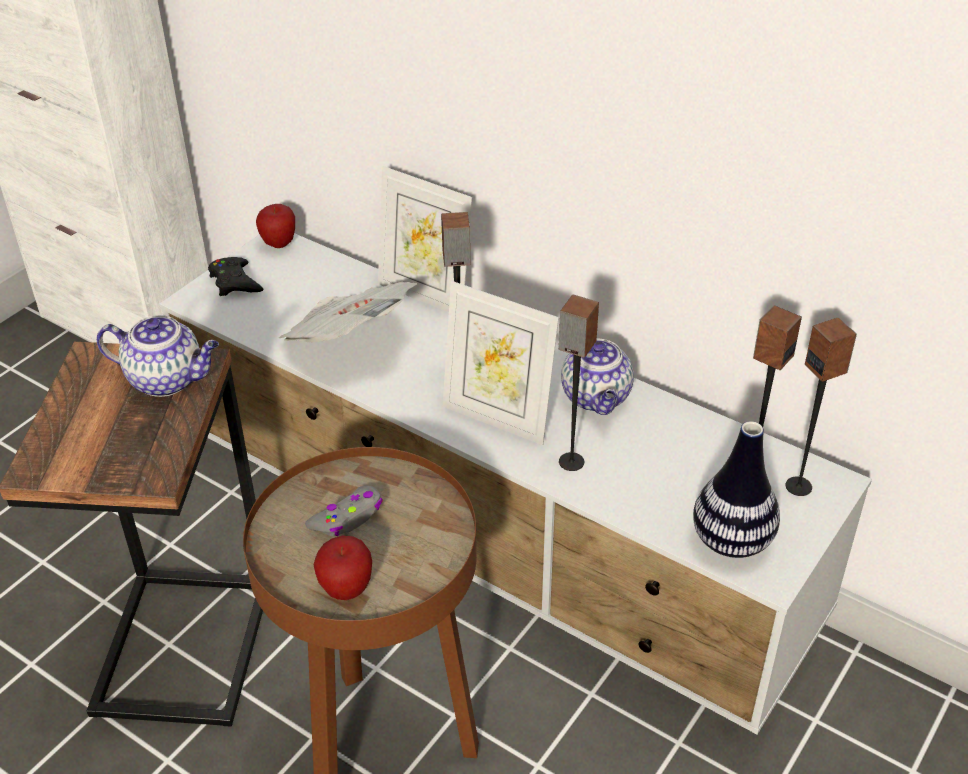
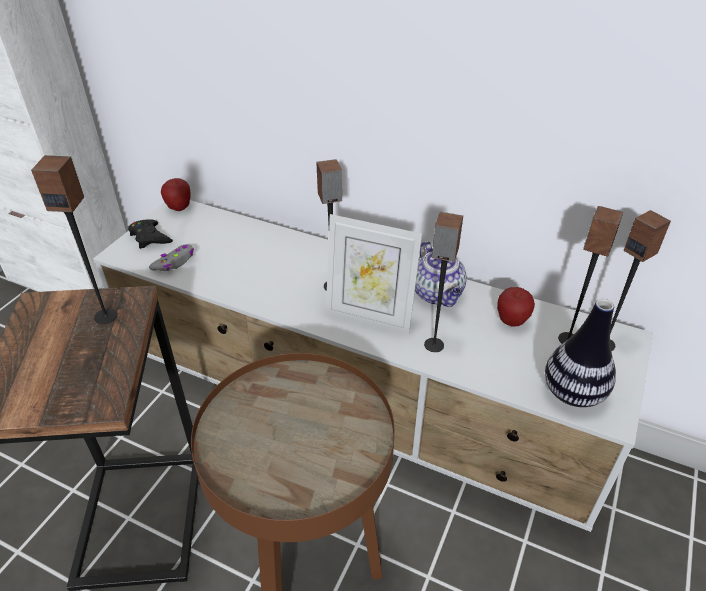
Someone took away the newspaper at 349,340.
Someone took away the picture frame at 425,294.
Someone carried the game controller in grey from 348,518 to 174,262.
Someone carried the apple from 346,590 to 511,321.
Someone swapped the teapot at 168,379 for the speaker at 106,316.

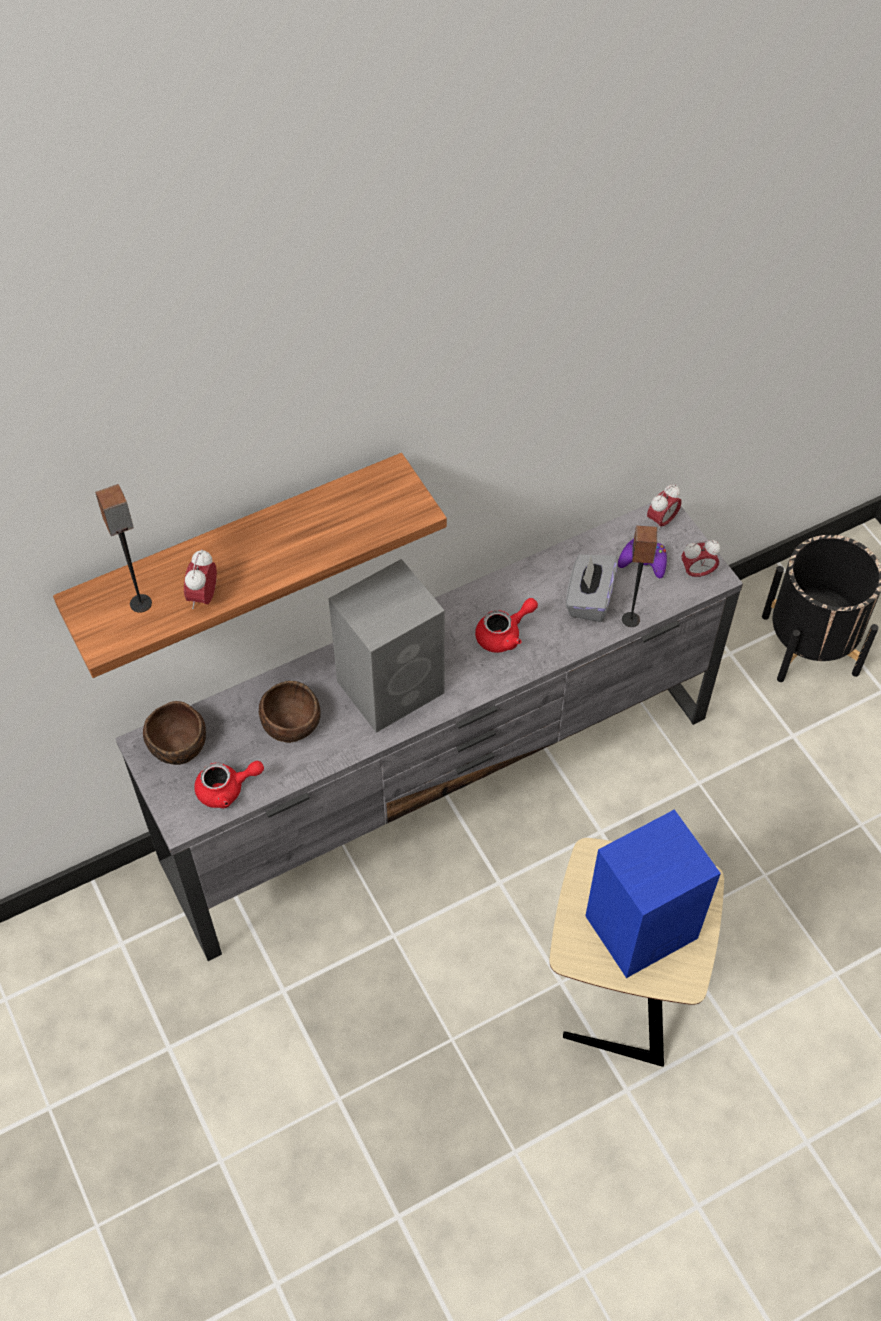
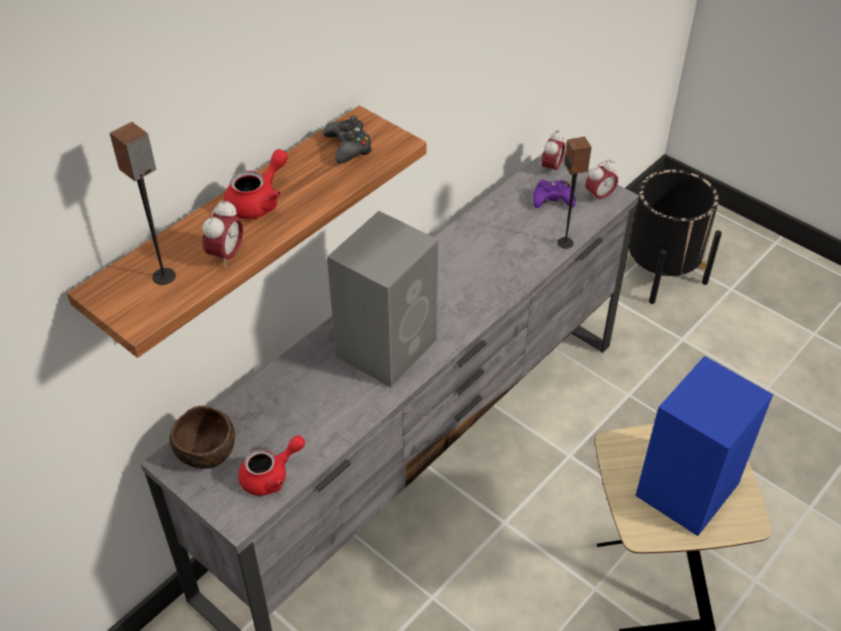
Someone took away the bowl in brown at 292,721.
Someone took away the tissue box in grey at 589,599.
Someone put down the game controller in black at 348,147.
Someone carried the teapot in red from 504,634 to 259,201.
Someone rotated the alarm clock at 203,597 by 150 degrees counterclockwise.

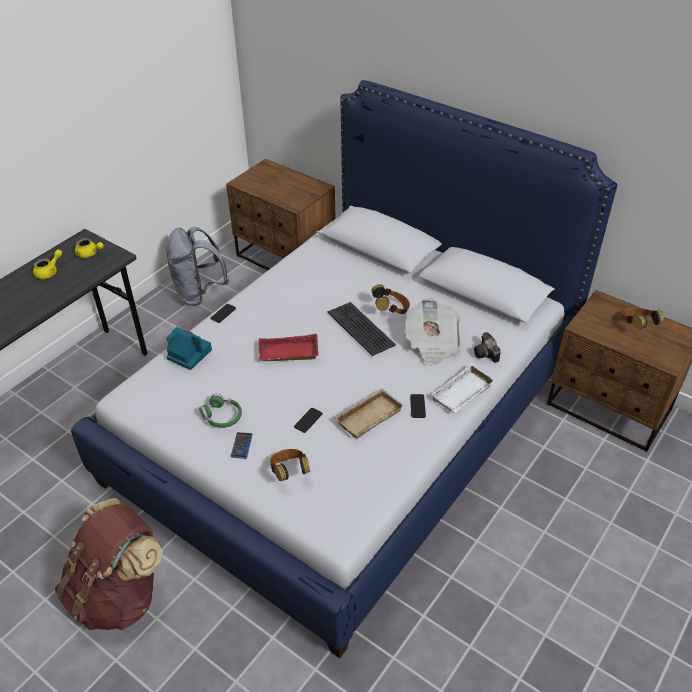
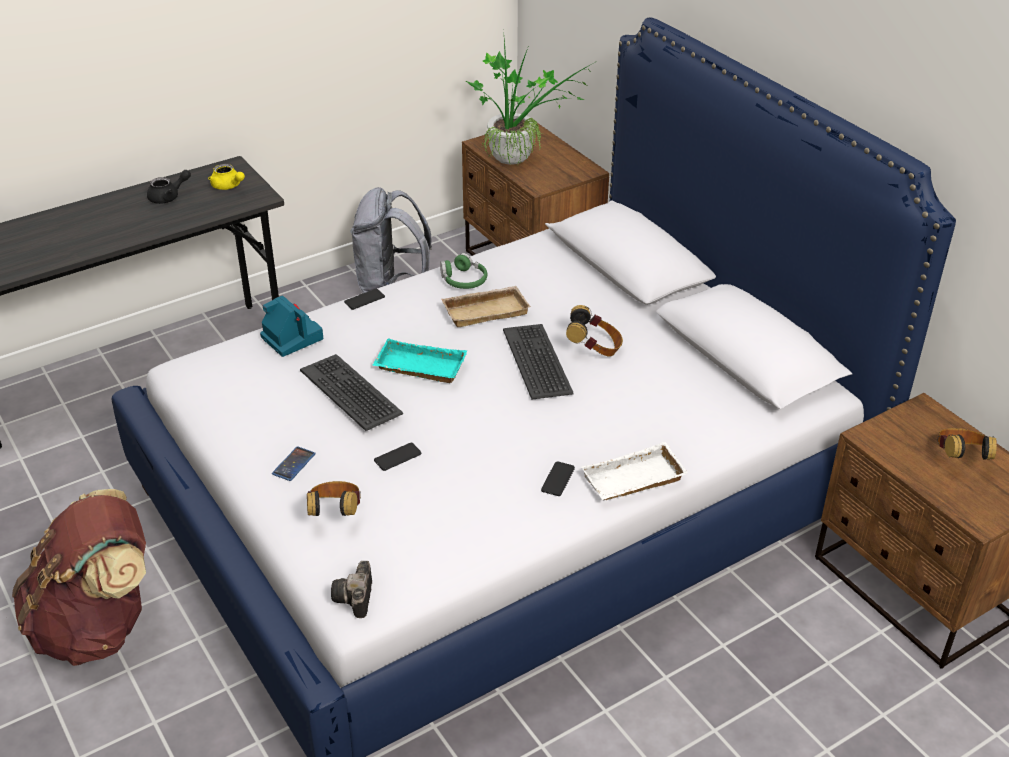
Someone took away the newspaper at 432,344.
Someone put down the keyboard at 351,392.
Someone put down the potted plant at 520,158.
Someone carried the headphones in green from 222,416 to 463,280.
Someone carried the tray in beige from 368,415 to 486,310.
Someone carried the photo camera from 486,354 to 355,599.
Someone repainted the teapot in yellow at 49,272, which became the teapot in black at 168,197.
Someone repainted the tray in red at 287,353, which became the tray in turquoise at 418,368.

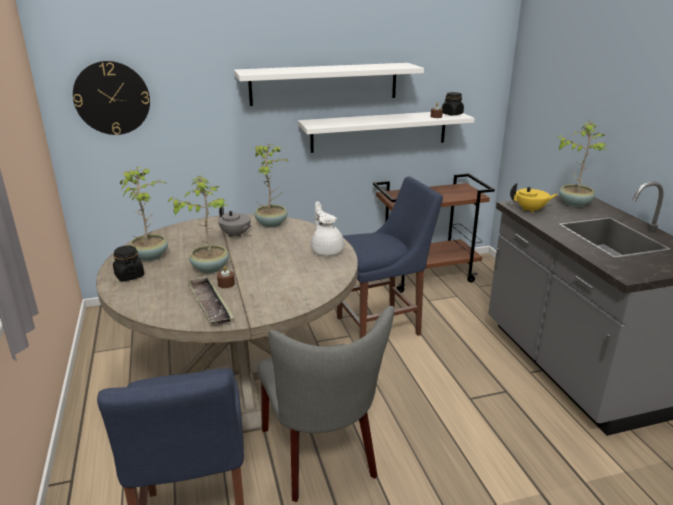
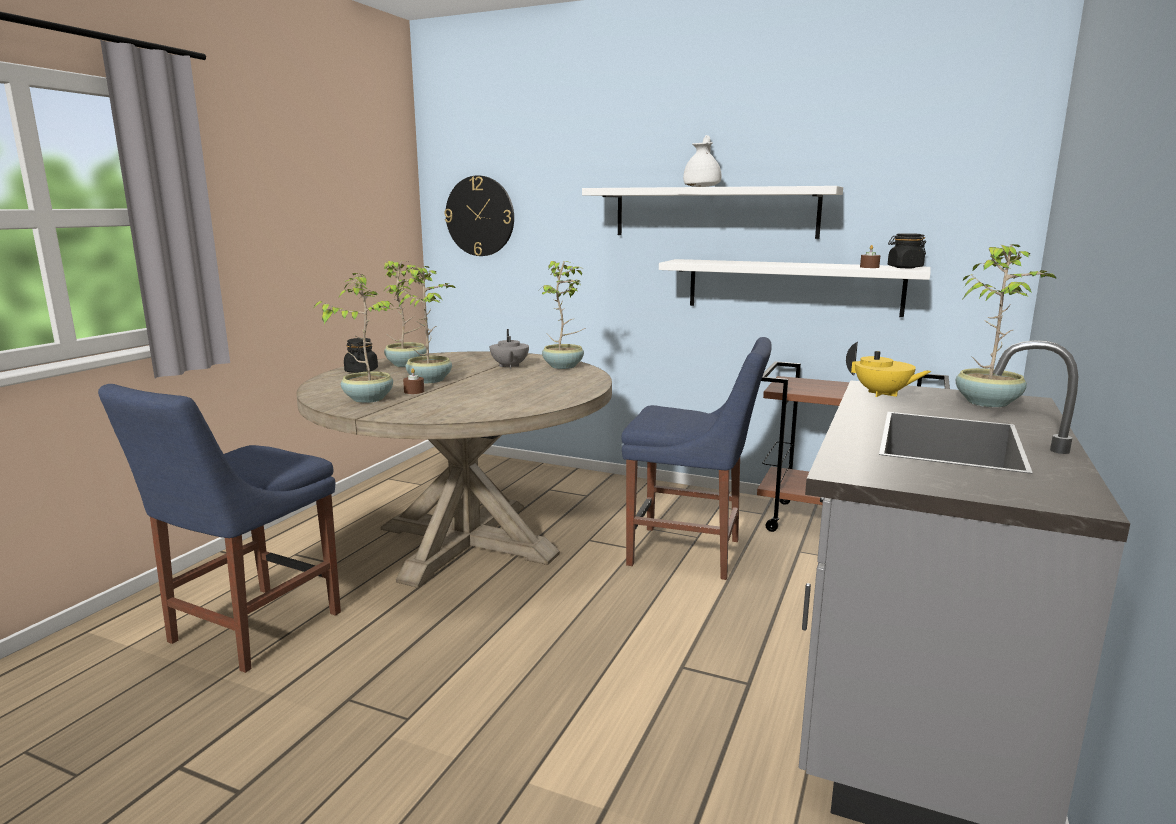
Someone took away the chair in grey at 322,457.
Someone carried the teapot in white from 327,250 to 702,187.
Someone swapped the tray at 209,304 for the potted plant at 367,399.

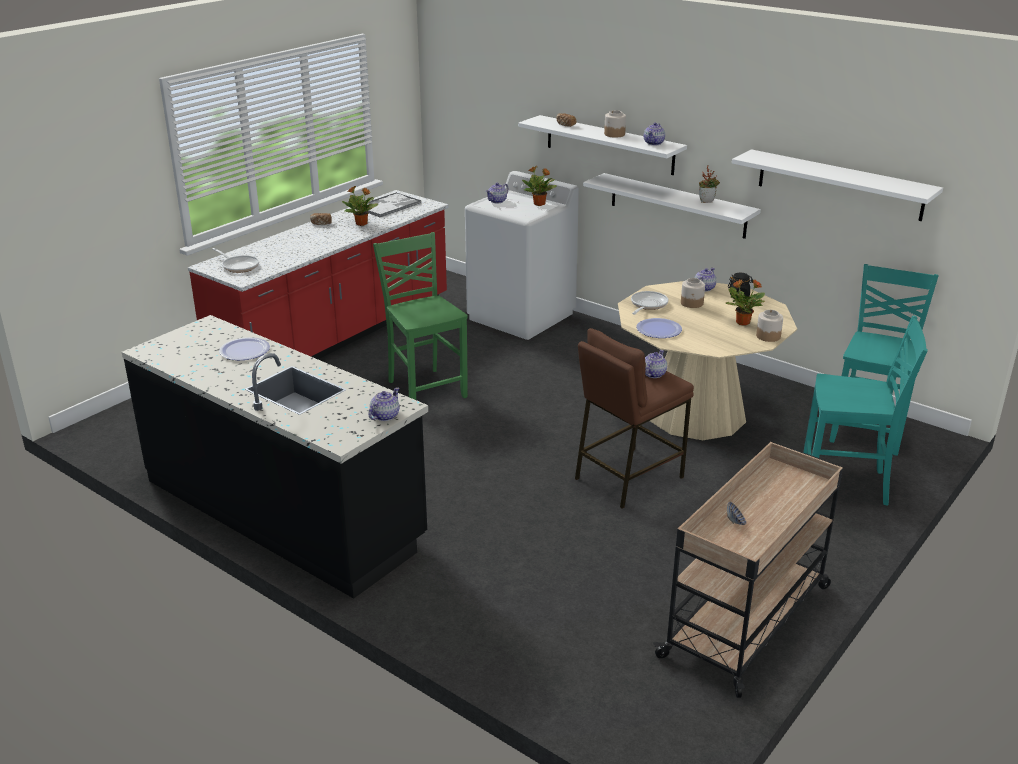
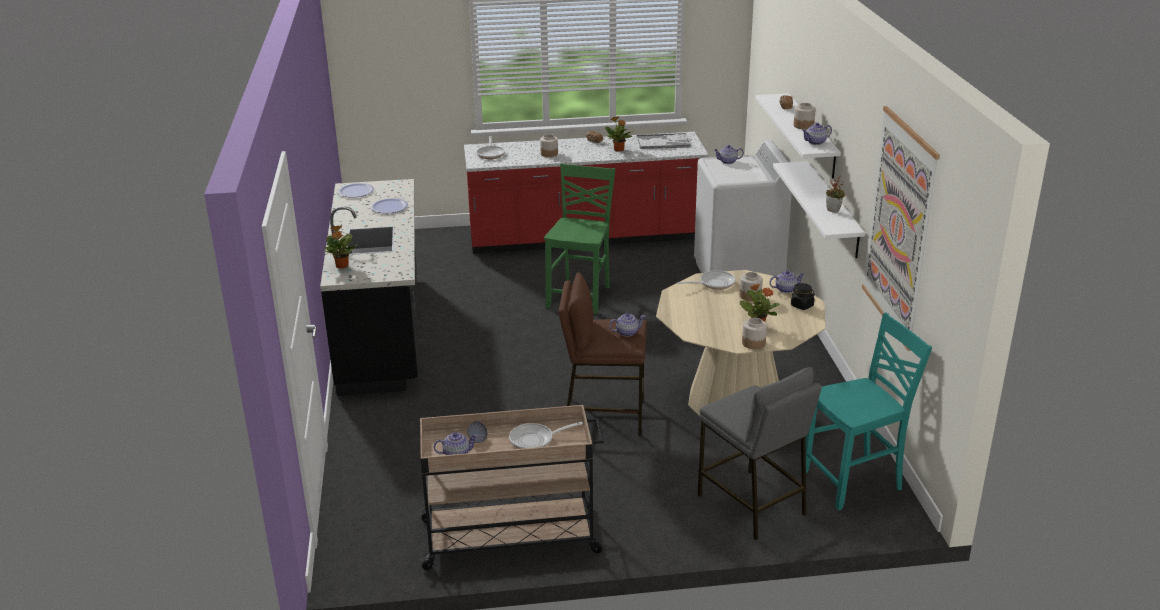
Someone put down the frying pan at 535,440.
Someone put down the jar at 549,154.
Someone carried the teapot from 384,416 to 456,454.
Someone carried the potted plant from 539,204 to 342,266.
Someone carried the plate from 659,329 to 356,191.
Someone swapped the shelf in white at 839,185 for the picture at 899,227.
Someone swapped the chair in turquoise at 846,484 for the stool in grey at 751,505.

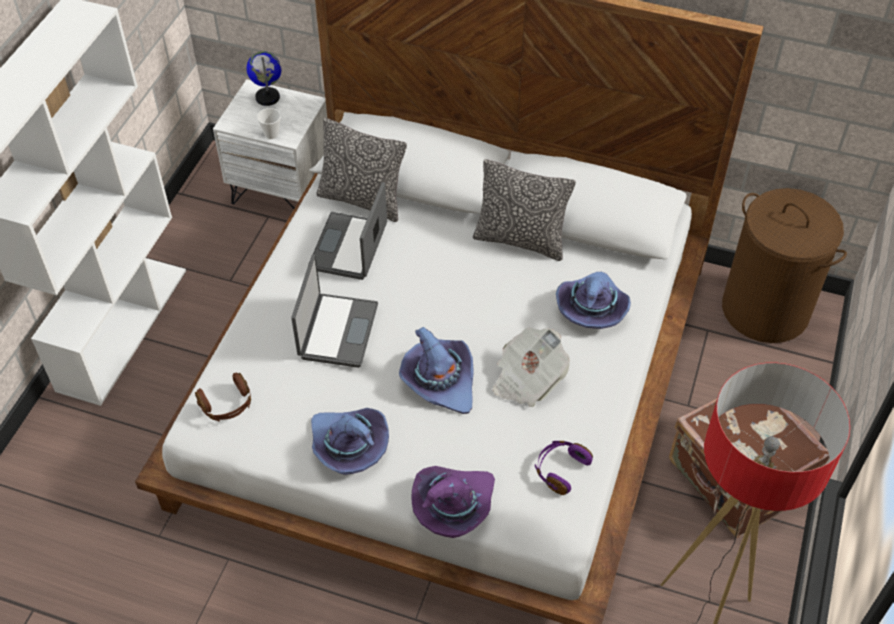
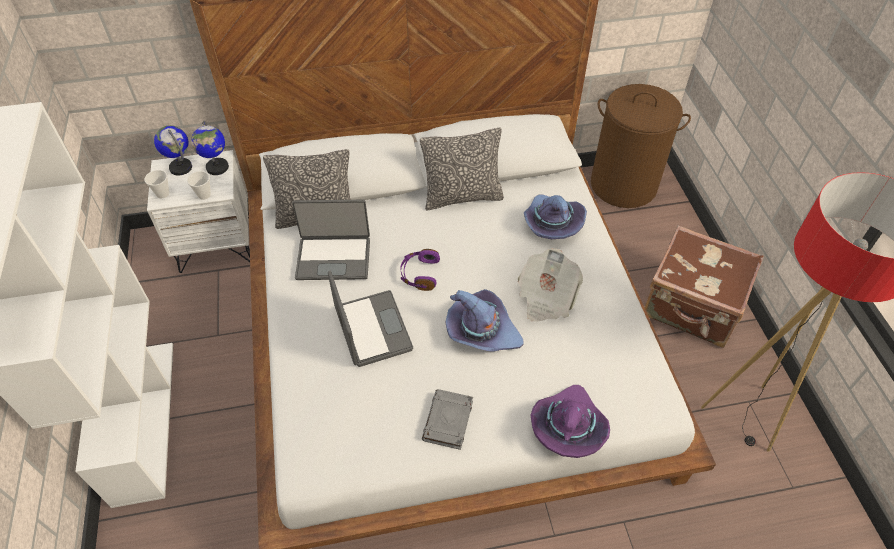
Someone took away the headphones in brown at 227,405.
Someone put down the cup at 162,194.
Someone put down the globe at 217,167.
Someone carried the headphones in purple from 560,470 to 419,274.
Someone swapped the hat in purple at 348,446 for the book in grey at 448,421.
Someone rotated the laptop at 350,247 by 75 degrees counterclockwise.

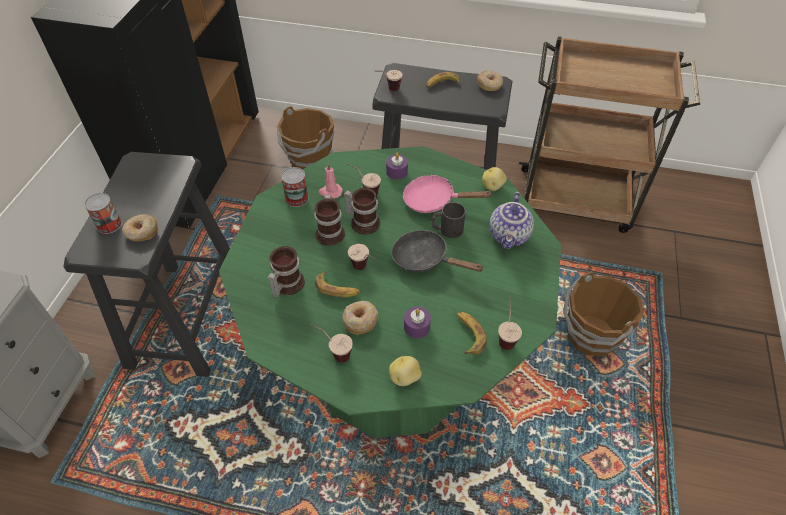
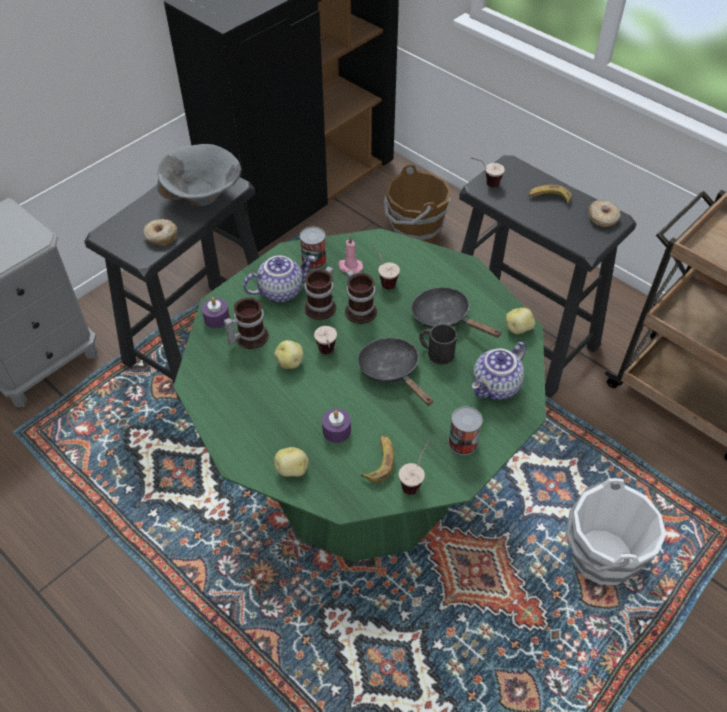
Someone took away the cup at 333,352.
Someone took away the donut at 360,320.
Someone put down the bowl in grey at 203,197.
Someone put down the teapot at 281,290.
Someone carried the can from 109,225 to 463,442.
Someone carried the candle in purple from 397,172 to 216,318.
Someone swapped the banana at 337,289 for the potato at 290,362.
Someone repainted the frying pan in pink at 434,200, which became the frying pan in black at 445,318.
Someone repainted the bucket in brown at 590,336, which became the bucket in white at 600,556.

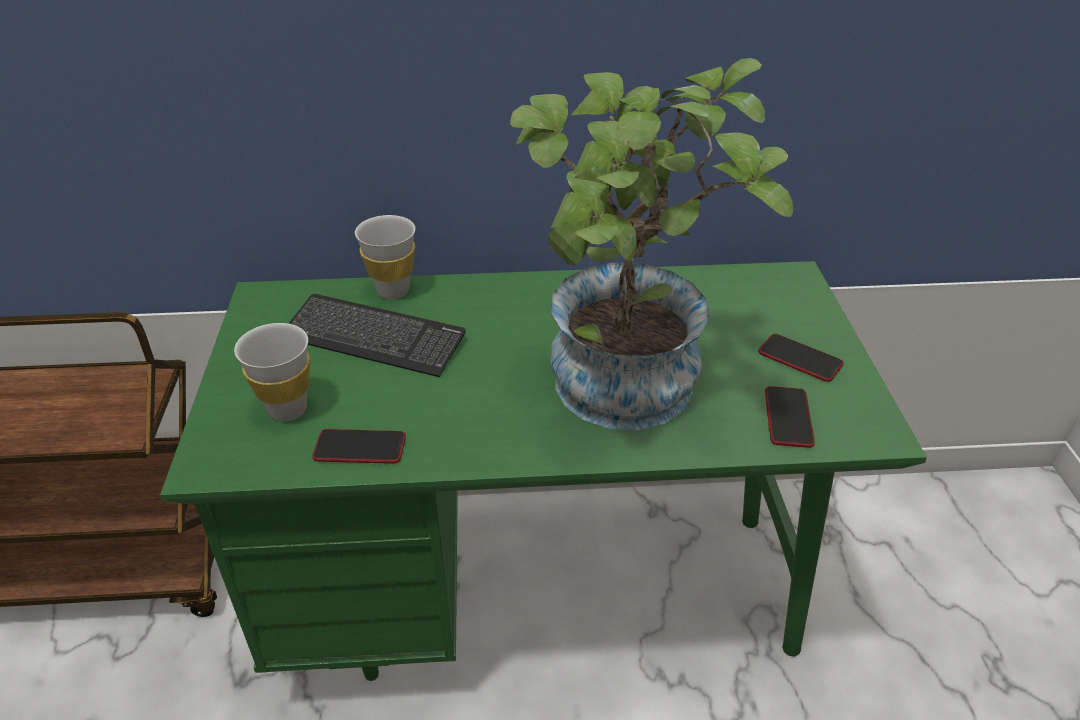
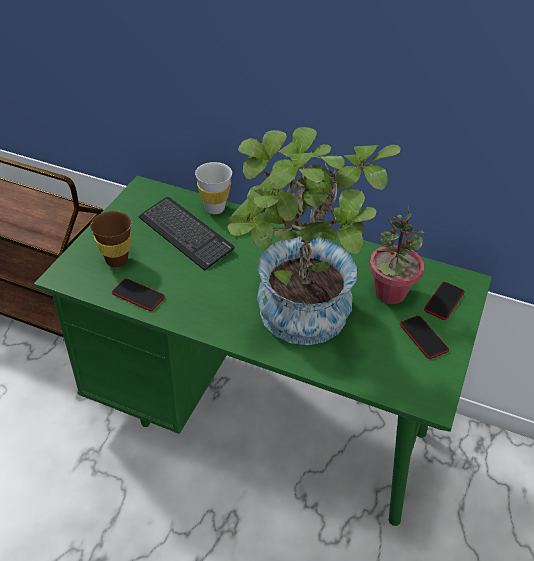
Someone put down the potted plant at 390,293.
Someone carried the phone from 788,417 to 444,301.
Someone repainted the cup in white at 287,409, which became the cup in brown at 117,260.

